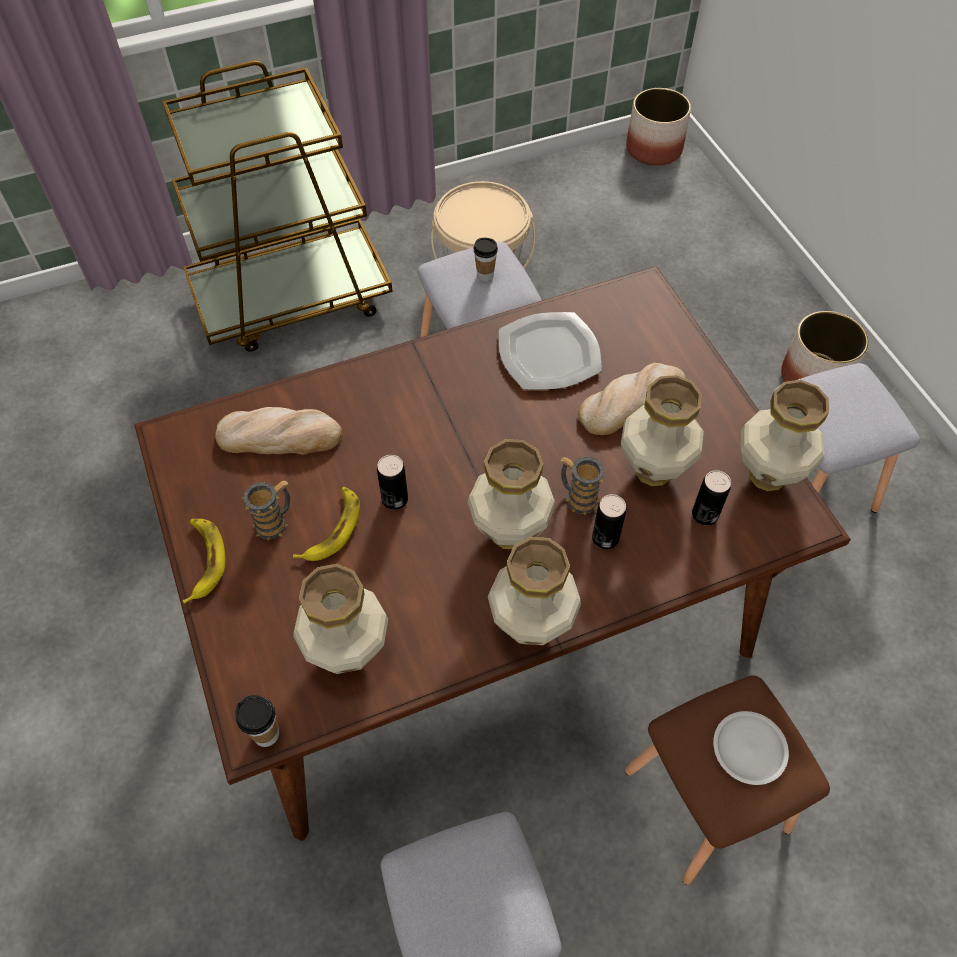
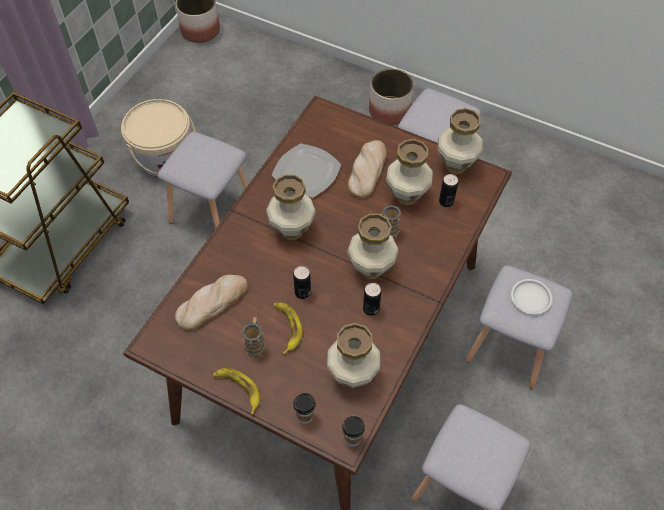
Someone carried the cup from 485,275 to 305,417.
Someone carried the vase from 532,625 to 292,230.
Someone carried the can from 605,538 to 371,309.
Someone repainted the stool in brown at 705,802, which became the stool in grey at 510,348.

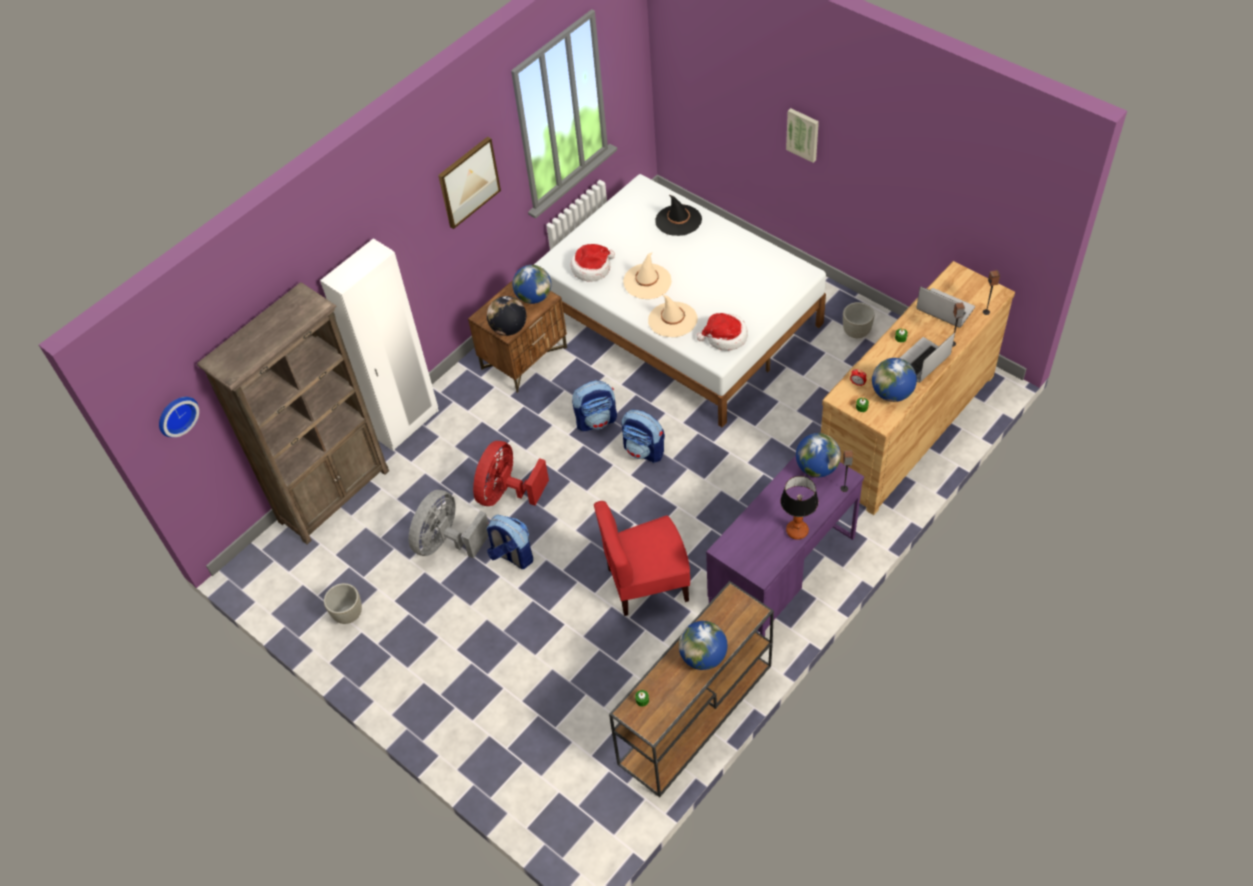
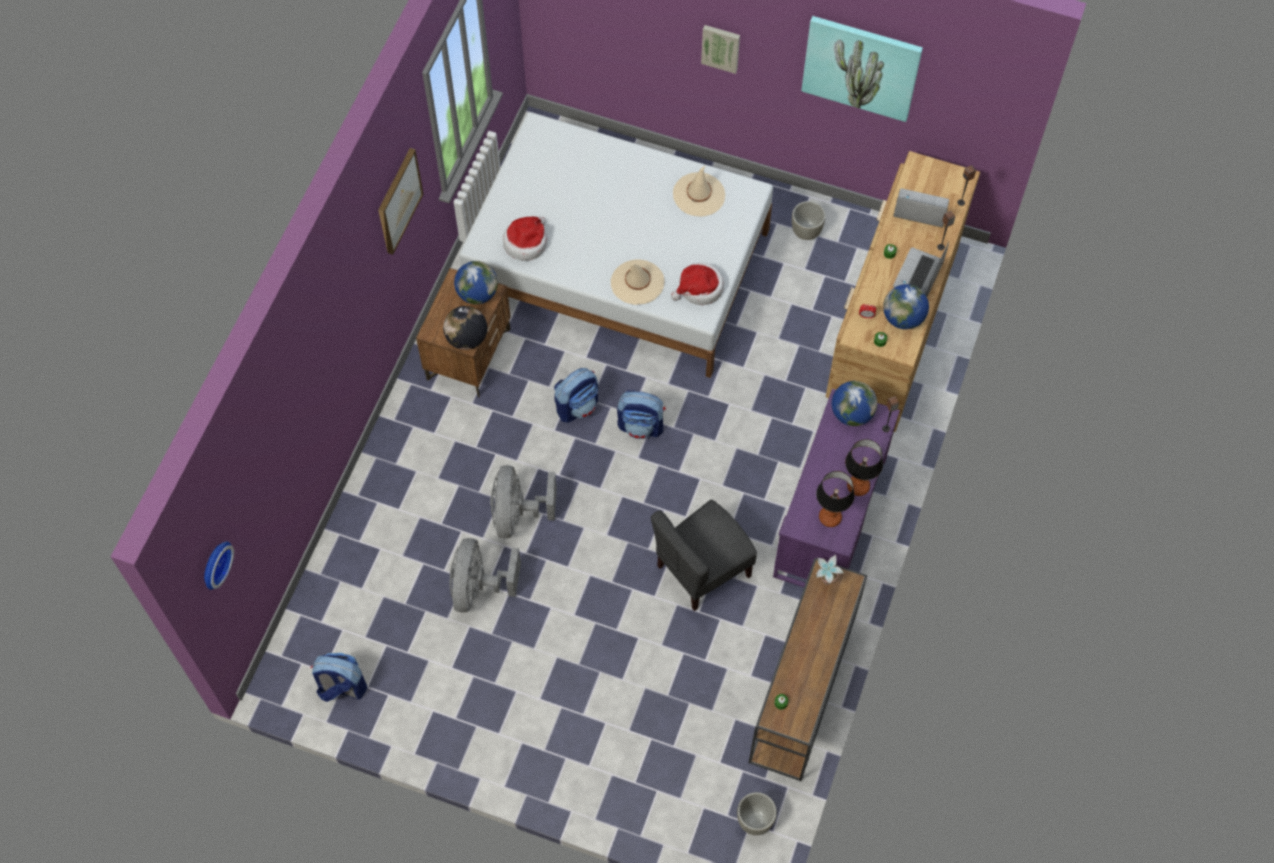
Someone took away the bookcase in brown at 335,495.
Someone took away the wardrobe in white at 408,425.
Someone took away the hat in black at 678,220.
Someone took away the globe at 703,656.
Someone put up the picture at 861,66.
Someone put down the table lamp at 829,517.
Someone put down the potted plant at 825,583.
Someone carried the planter in grey from 348,614 to 754,820.
Someone carried the backpack from 512,556 to 342,687.
Someone carried the hat in beige from 647,281 to 699,195.
Someone repainted the fan in red at 507,493, which became the fan in grey at 518,514.
Someone repainted the chair in red at 647,583, which became the chair in grey at 702,570.

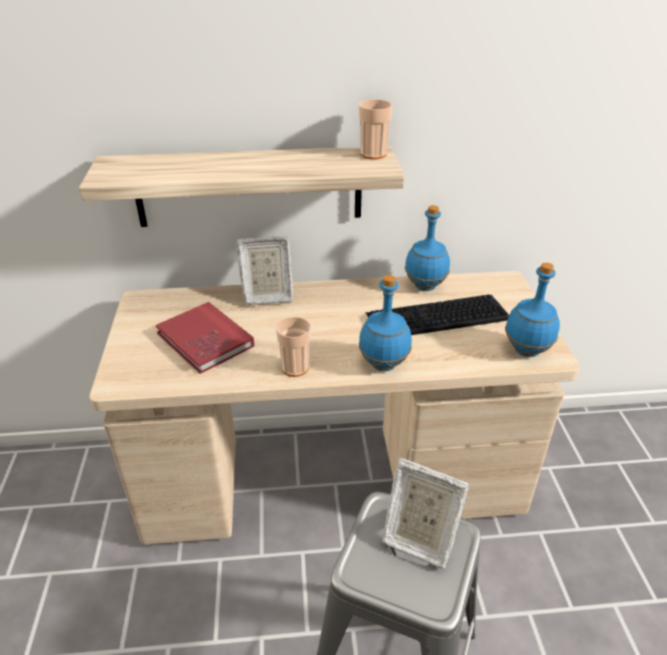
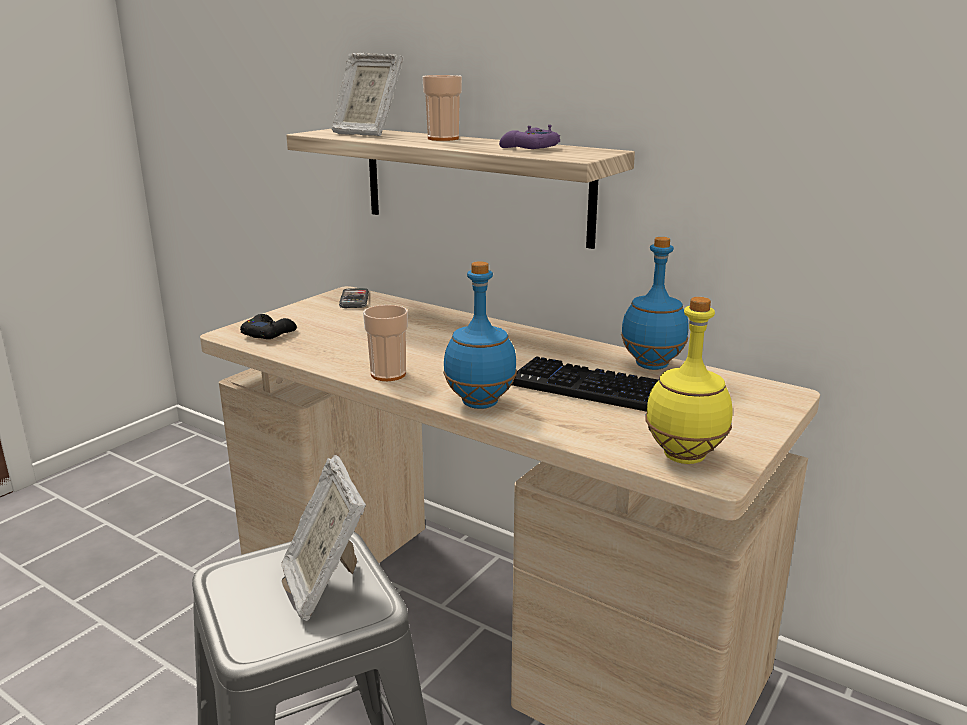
Someone took away the book in red at 205,340.
Someone put down the game controller in black at 268,333.
Someone put down the phone at 354,300.
Someone put down the game controller in purple at 529,148.
Someone carried the picture frame from 266,296 to 367,133.
Someone carried the cup from 373,154 to 443,138.
Someone repainted the bottle in blue at 527,350, which became the bottle in yellow at 685,456.

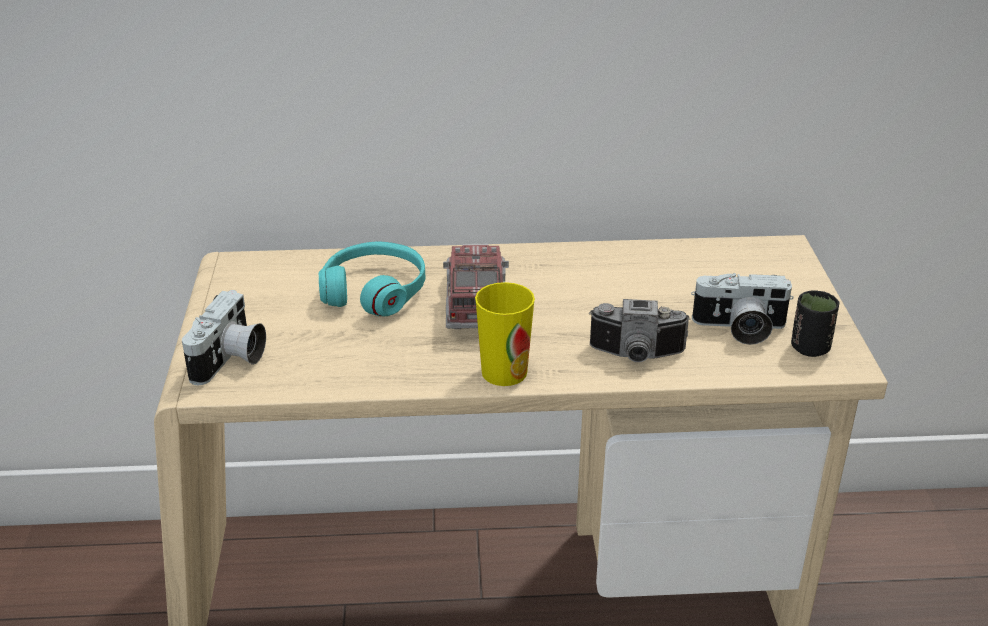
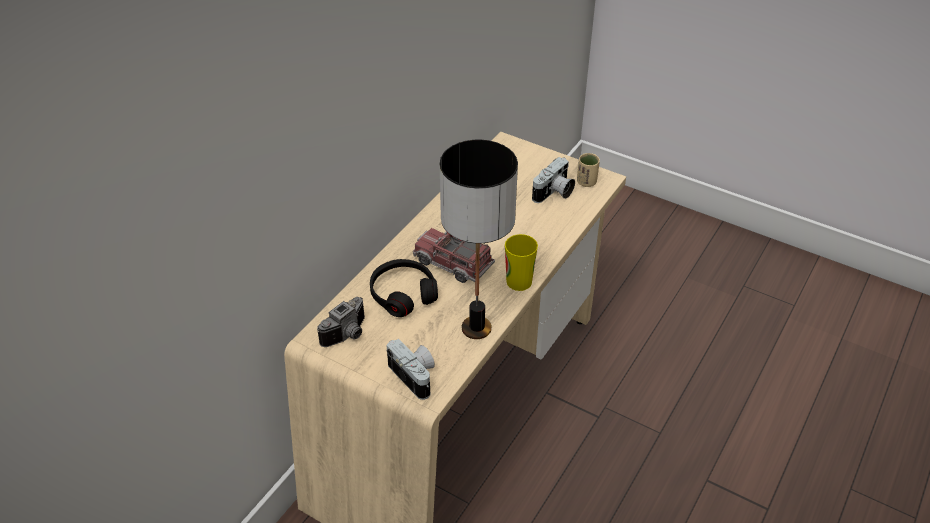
Someone put down the table lamp at 476,329.
Someone carried the photo camera from 636,356 to 348,335.
Someone repainted the headphones in turquoise at 374,291, which became the headphones in black at 403,294.
Someone repainted the cup in black at 809,348, which became the cup in beige at 586,182.

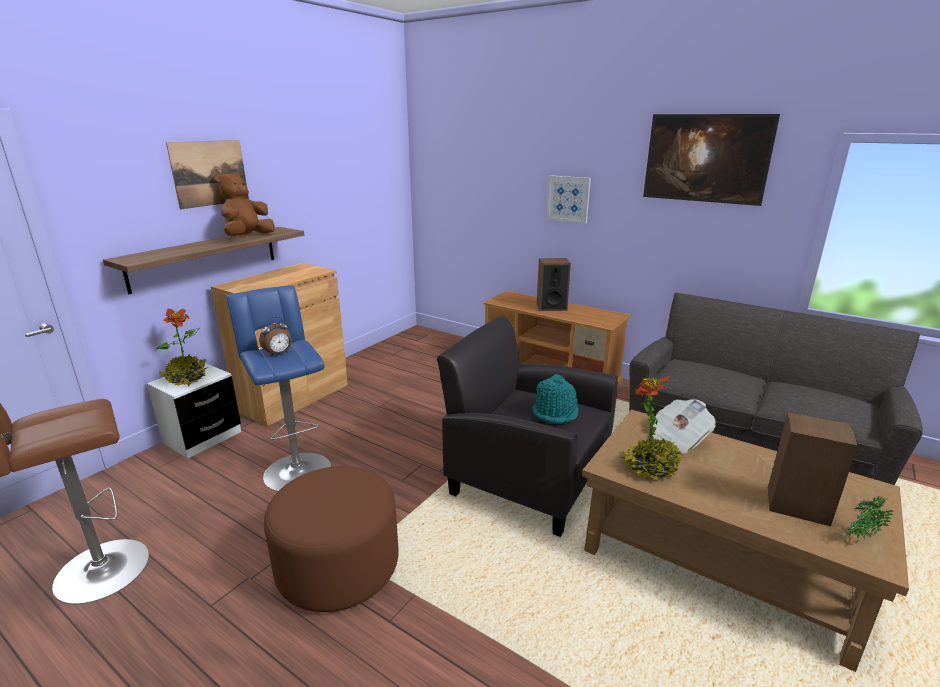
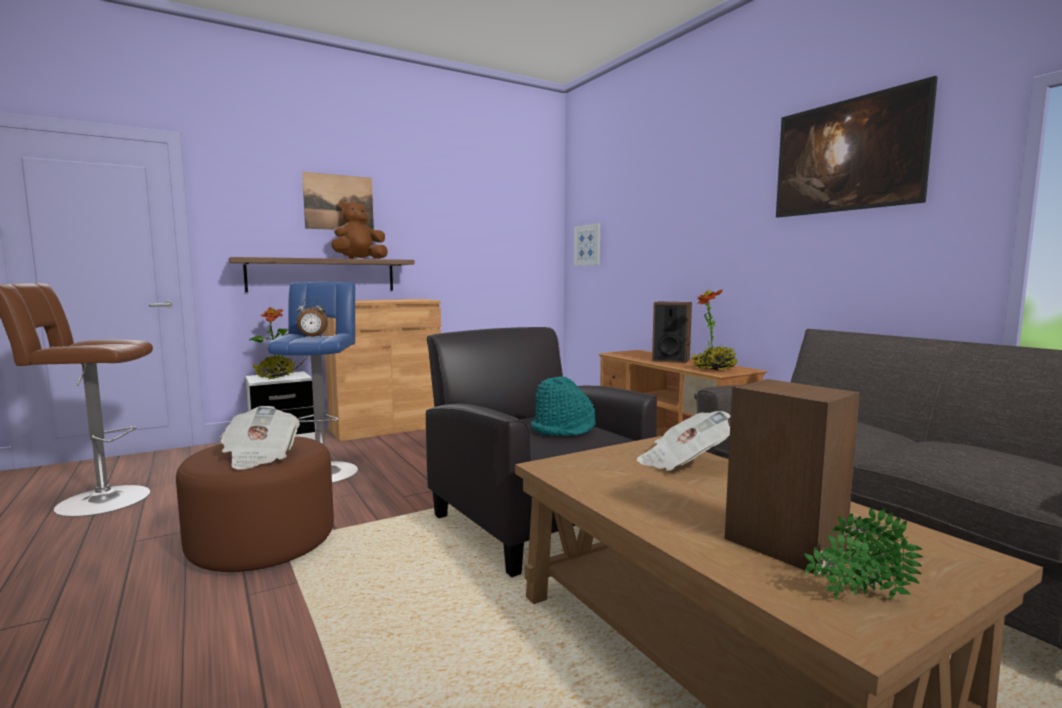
Someone put down the newspaper at 260,456.
Someone carried the picture from 568,199 to 587,245.
Someone carried the potted plant from 650,467 to 714,369.

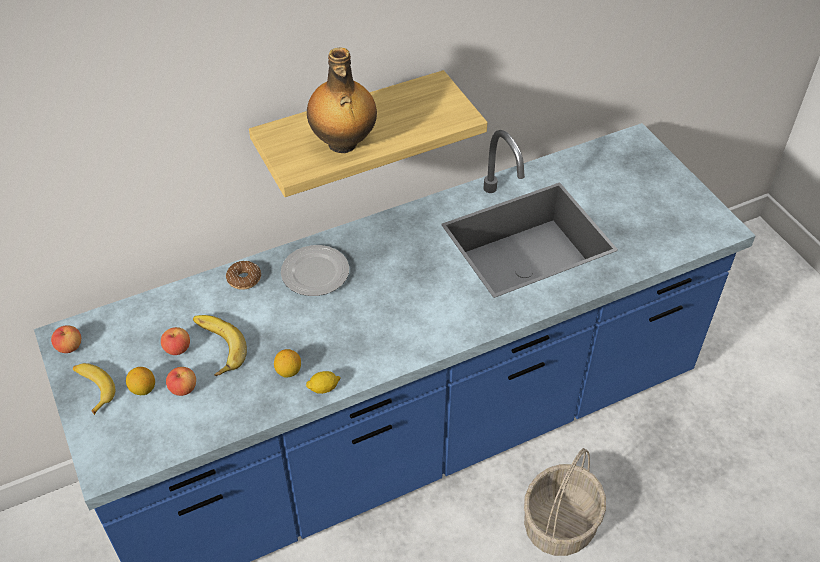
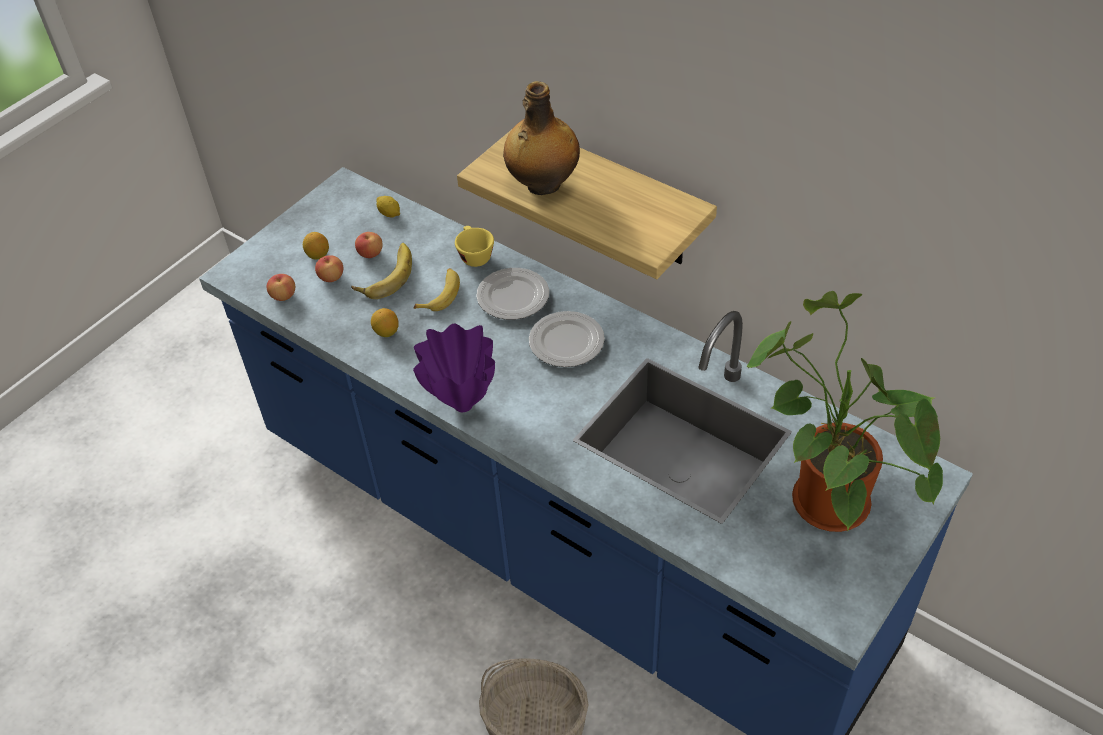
Someone put down the vase in purple at 462,404.
Someone put down the plate at 567,342.
Someone put down the potted plant at 821,499.
Someone carried the apple from 69,347 to 283,296.
Someone carried the banana from 93,388 to 441,294.
Someone carried the lemon from 324,388 to 389,213.
Someone swapped the donut at 244,279 for the cup in yellow at 474,255.

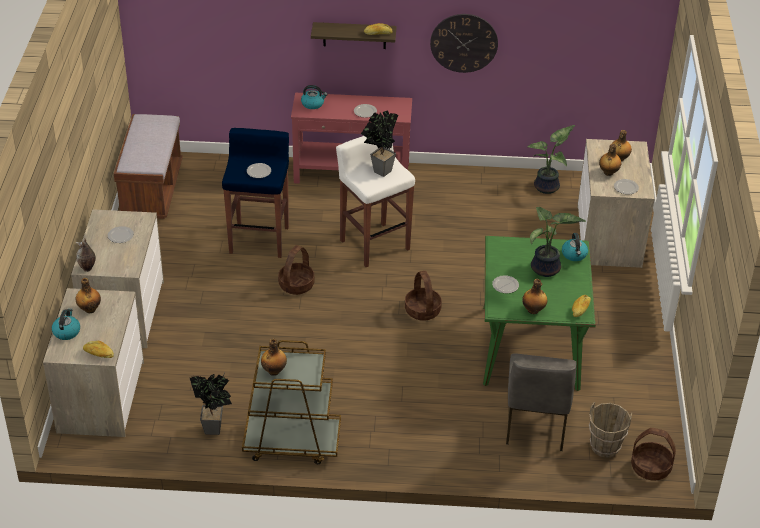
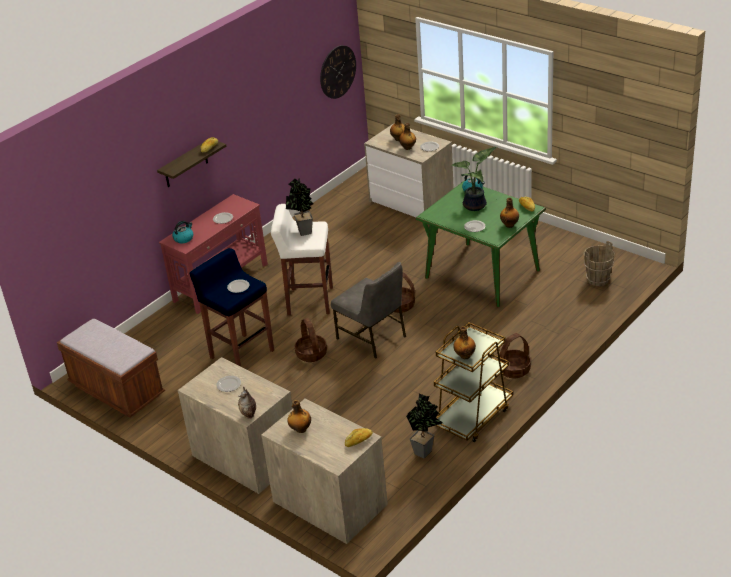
Someone took away the kettle at 66,332.
Someone took away the potted plant at 548,187.
Someone carried the wall clock from 464,43 to 337,71.
Someone carried the chair in grey from 535,424 to 372,337.
Someone carried the basket from 650,468 to 514,370.

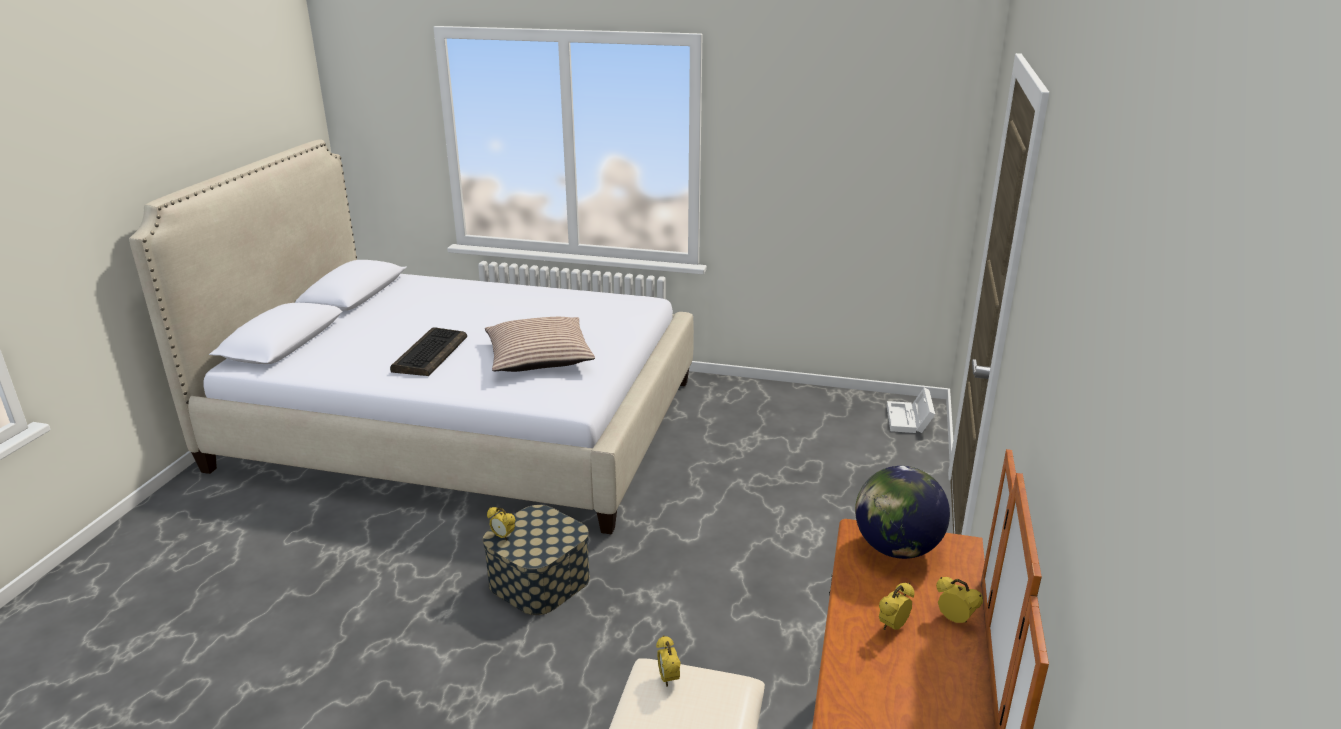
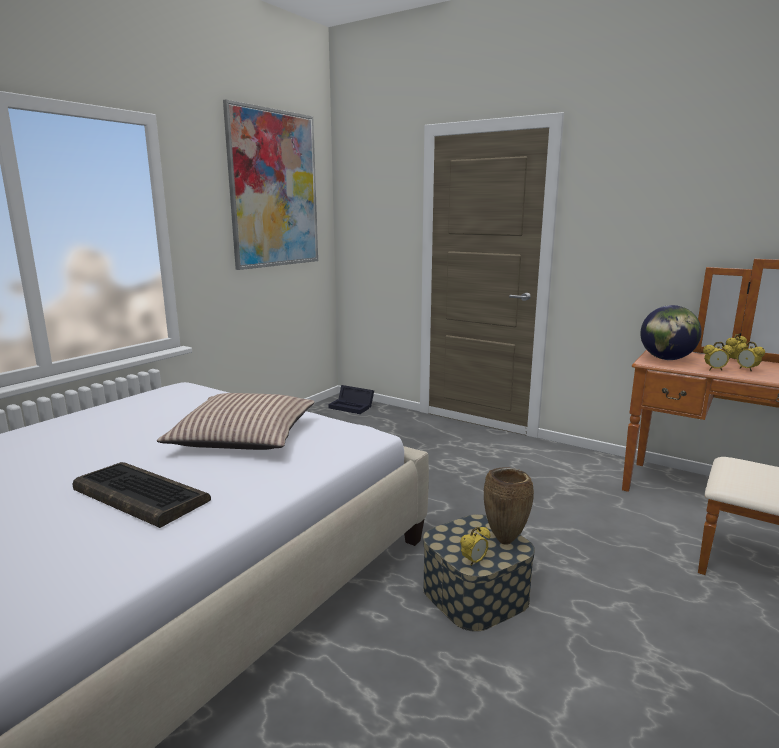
Someone put up the picture at 274,189.
Someone put down the vase in brown at 505,541.
Someone carried the alarm clock from 668,679 to 714,370.
Someone repainted the storage box in white at 909,420, which became the storage box in black at 352,407.

